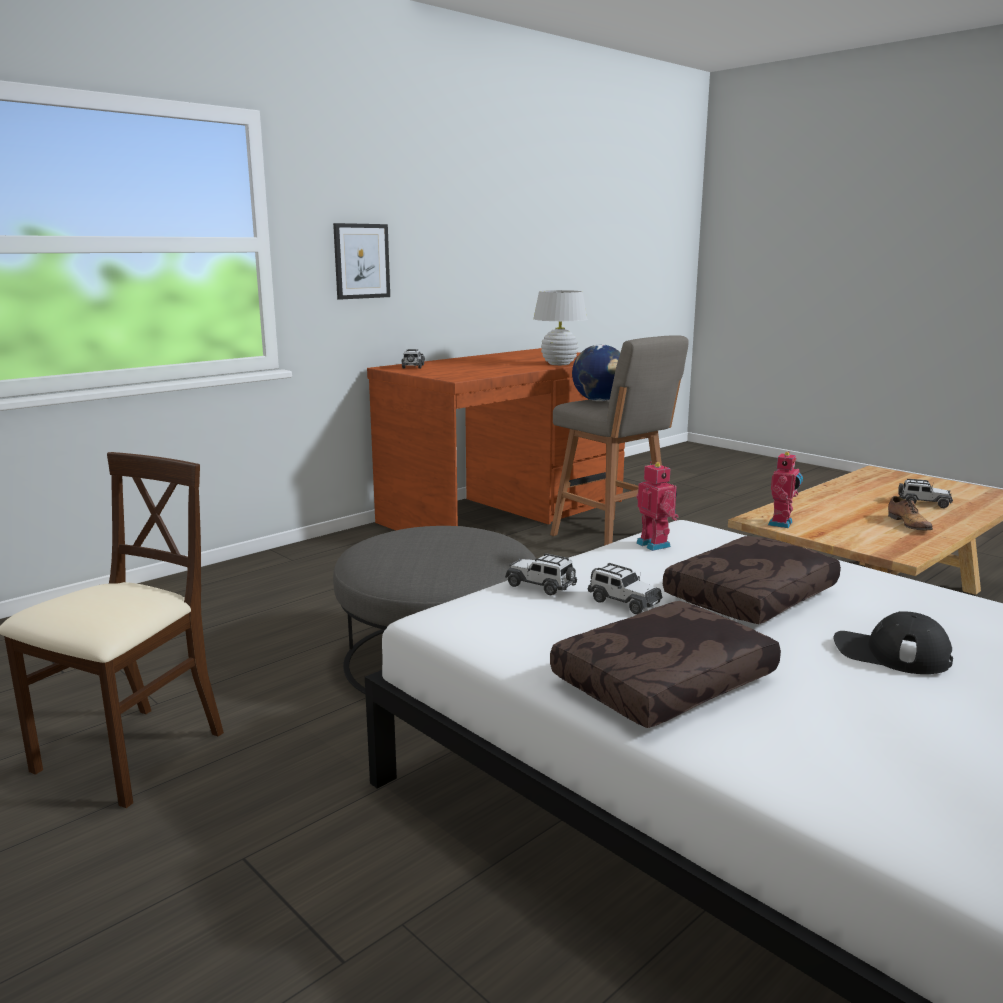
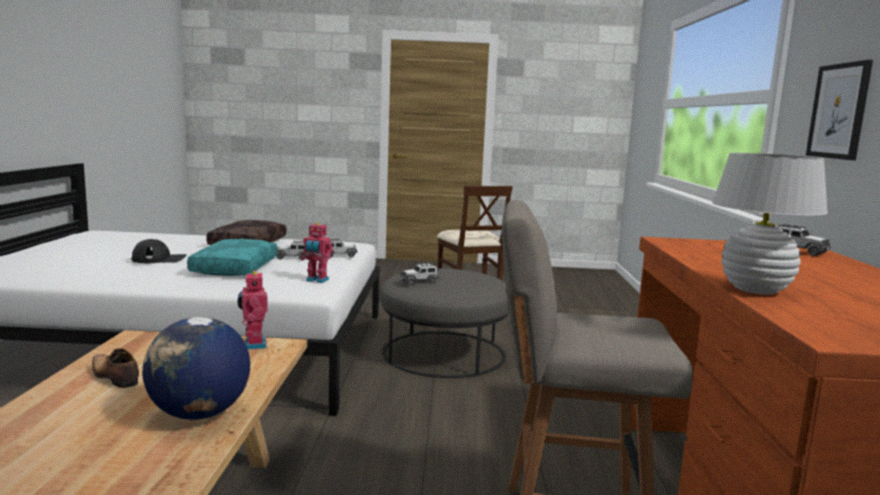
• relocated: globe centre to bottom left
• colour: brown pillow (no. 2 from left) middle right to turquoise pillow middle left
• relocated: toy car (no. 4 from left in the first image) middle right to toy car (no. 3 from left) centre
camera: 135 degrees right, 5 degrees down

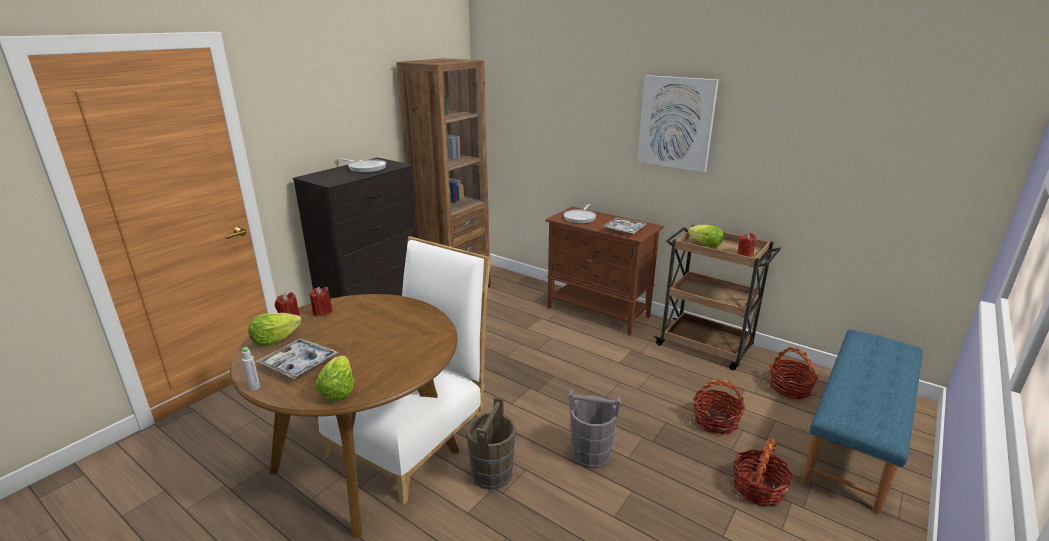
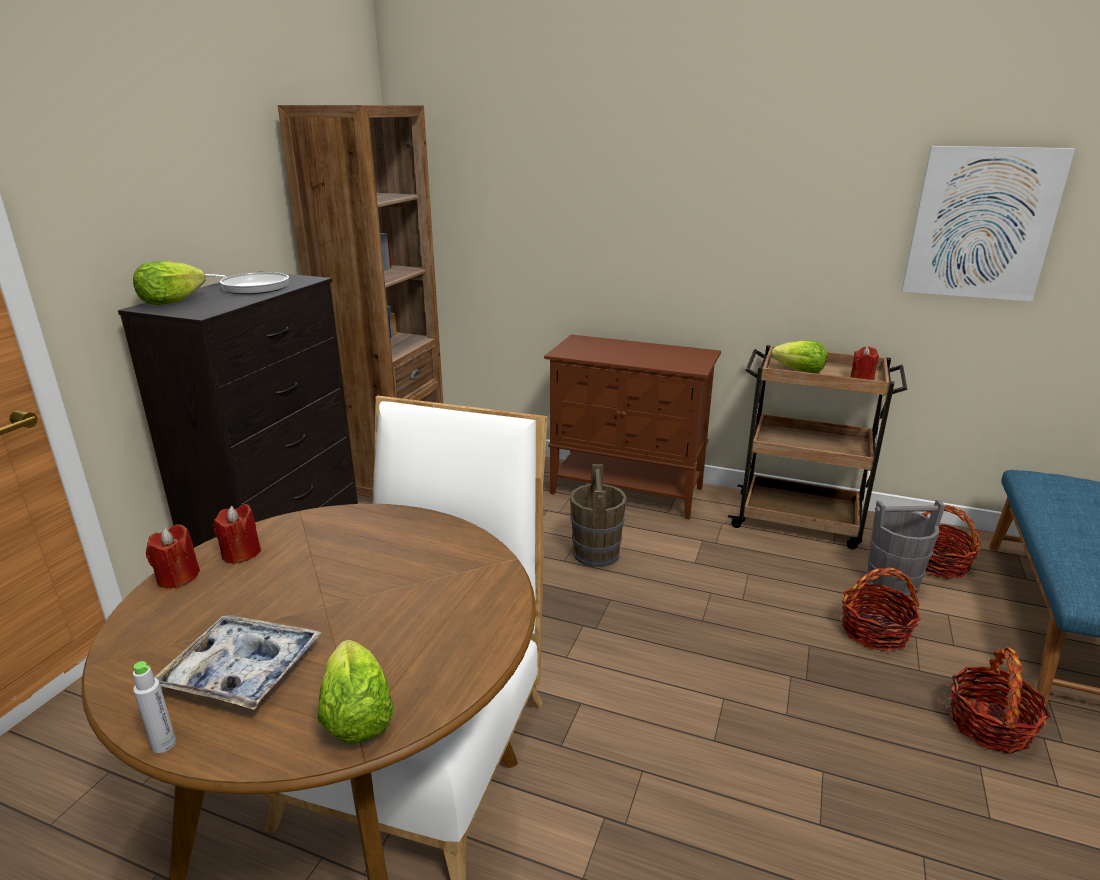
• relocated: lettuce (no. 1 from left) middle left to top left
• relocated: brown bucket bottom centre to centre
• relocated: grey bucket bottom centre to middle right
• relocated: picture top centre to top right
• missing: frying pan (no. 2 from left) centre
• missing: tray (no. 2 from left) centre
camera: 15 degrees left, 0 degrees up

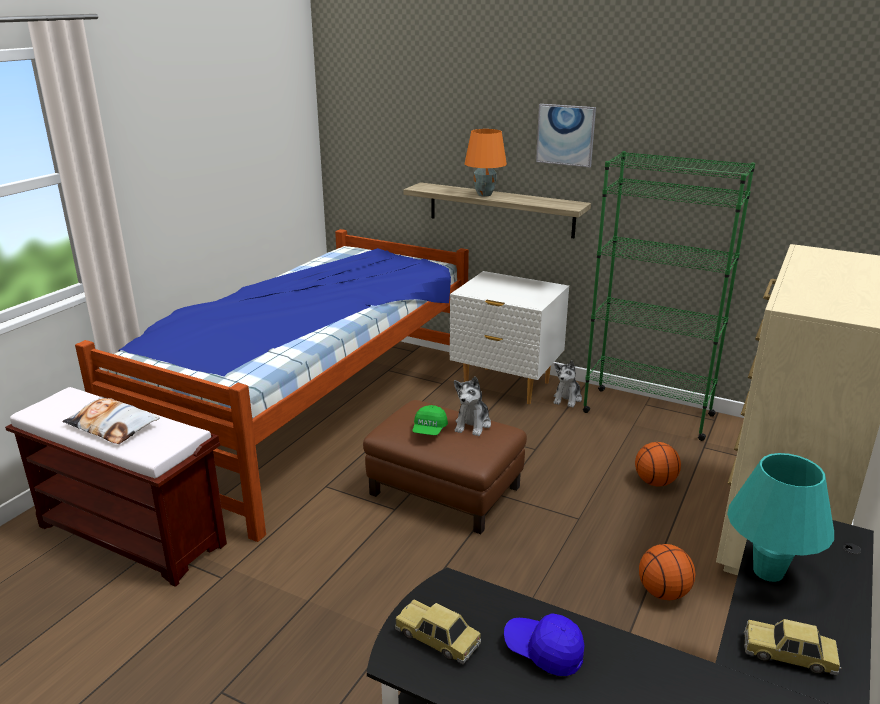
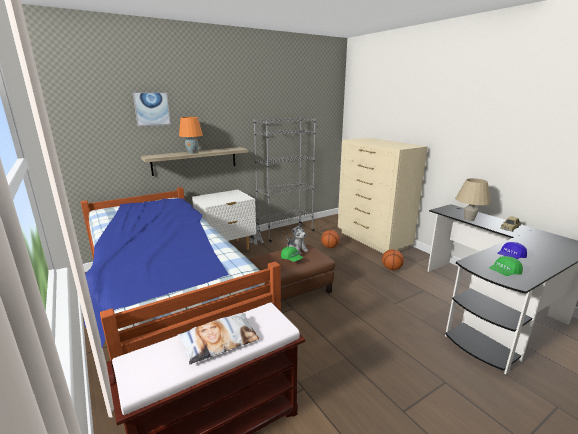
• relocated: picture top centre to top left
• colour: green bookcase middle right to grey bookcase centre
• colour: turquoise table lamp bottom right to beige table lamp middle right
• exchanged: toy car (no. 1 from left) bottom centre to green cap (no. 2 from left) middle right
camera: 60 degrees left, 5 degrees down

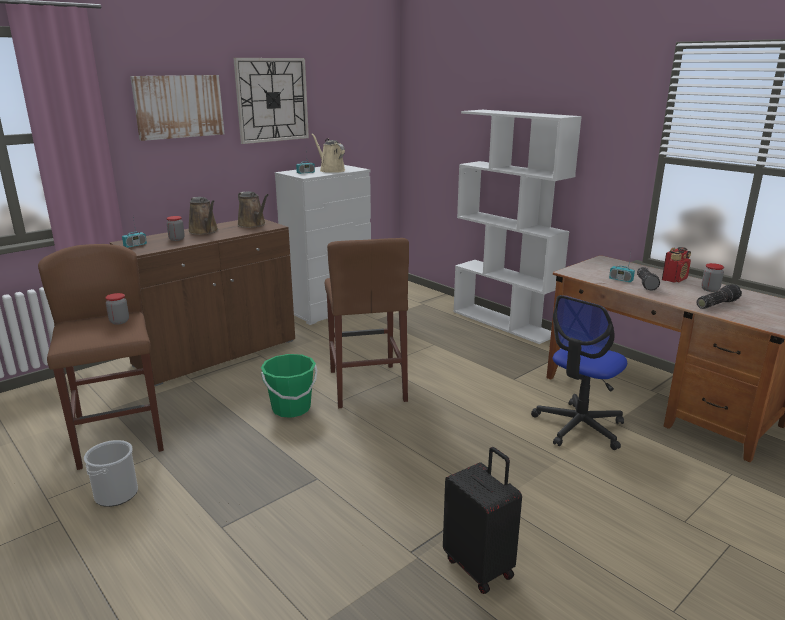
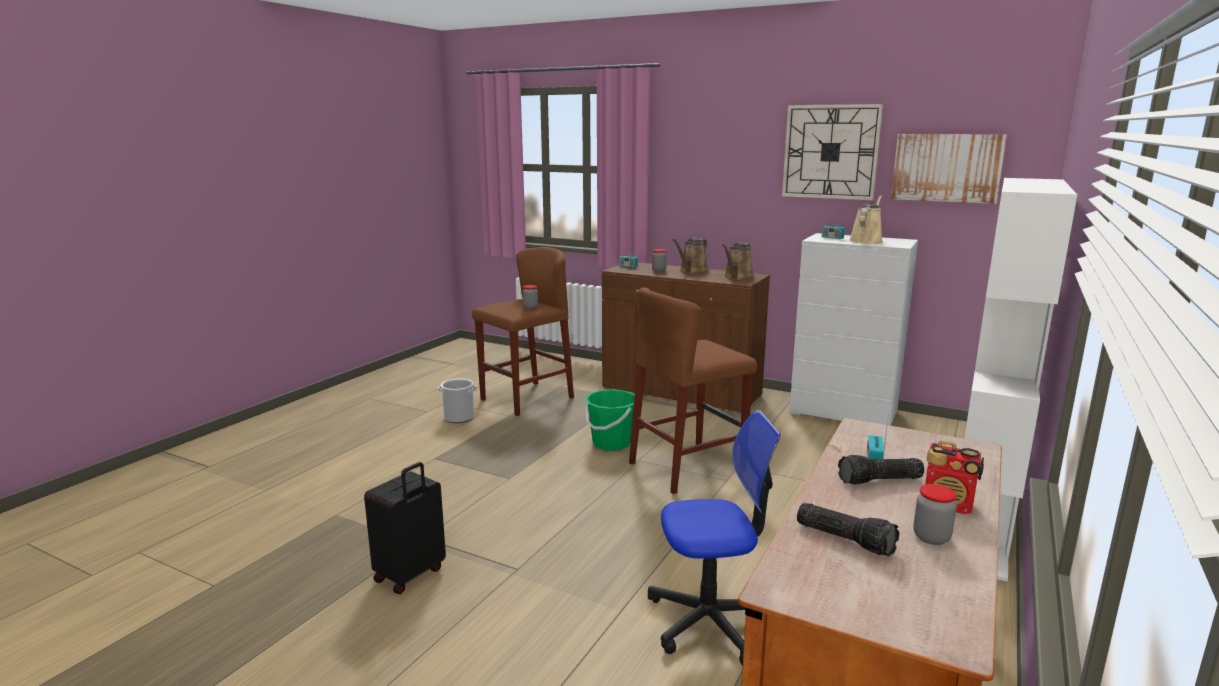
• spun: office chair middle right = bottom centre 150 degrees clockwise
• relocated: picture top left to top right
camera: 70 degrees right, 5 degrees down

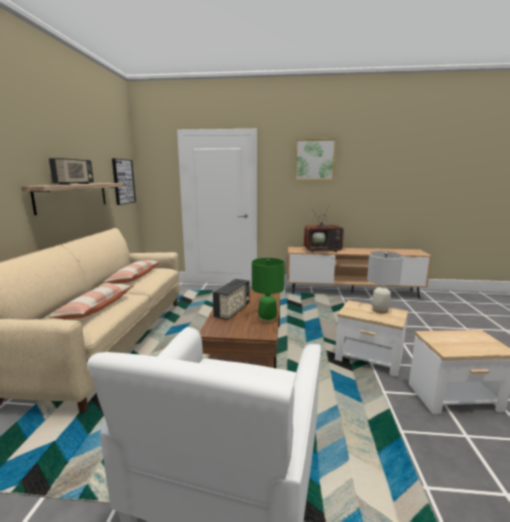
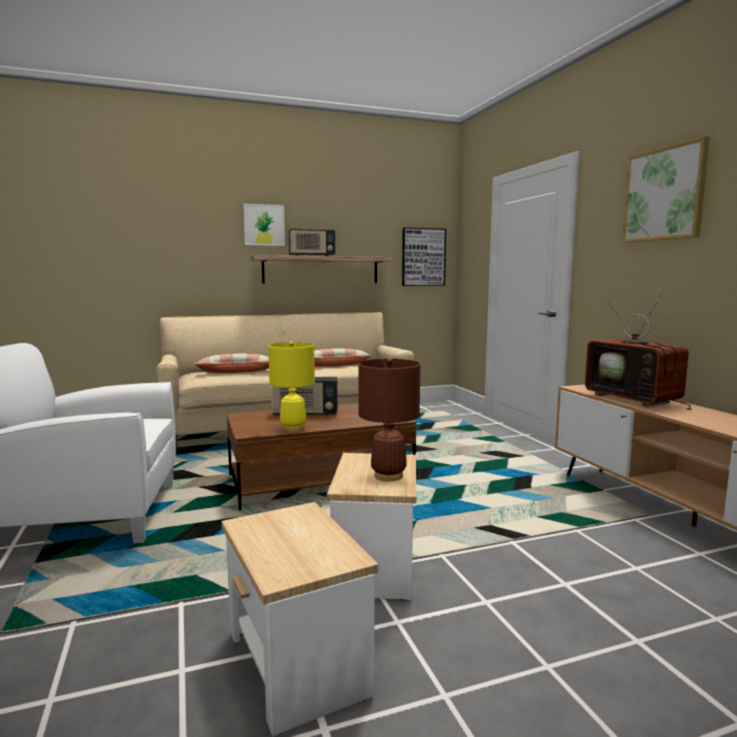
• appeared: picture (no. 1 from left) top centre
• colour: green table lamp centre to yellow table lamp centre
• colour: white table lamp middle right to brown table lamp centre
camera: 65 degrees right, 5 degrees down

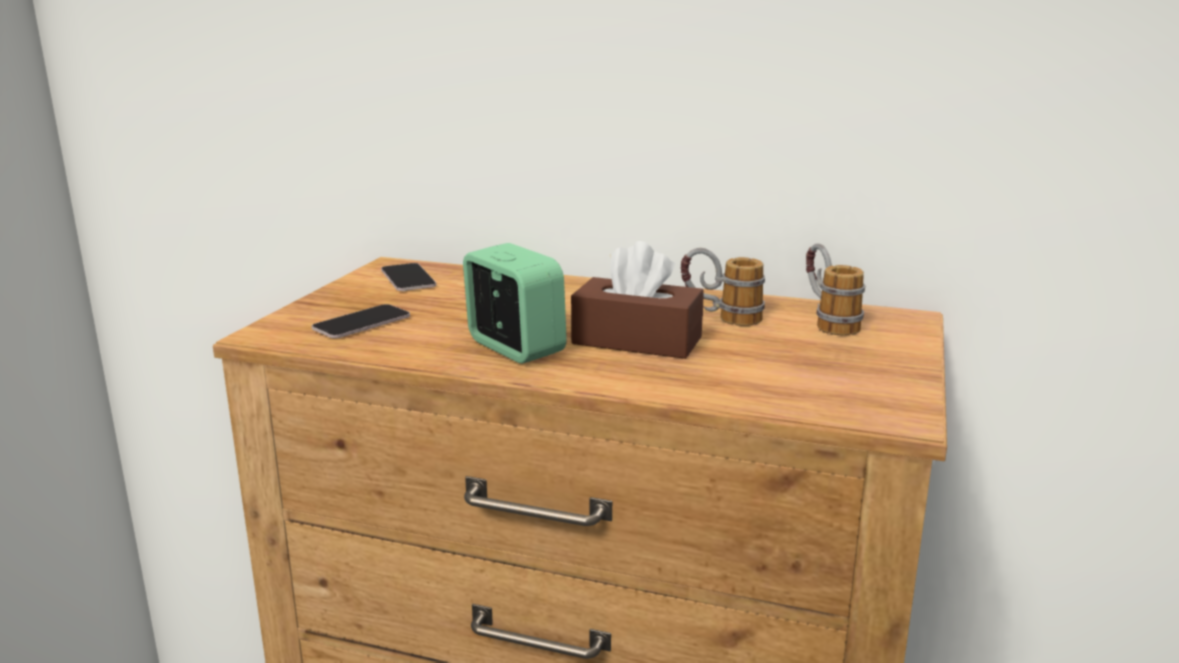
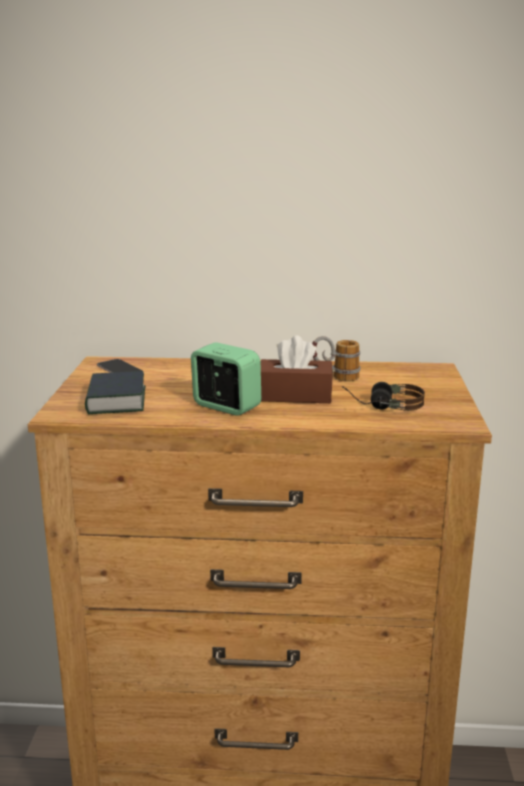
• exchanged: phone (no. 1 from left) middle left to book middle left
• appeared: headphones middle right
• missing: mug (no. 2 from left) middle right
camera: 15 degrees left, 0 degrees up

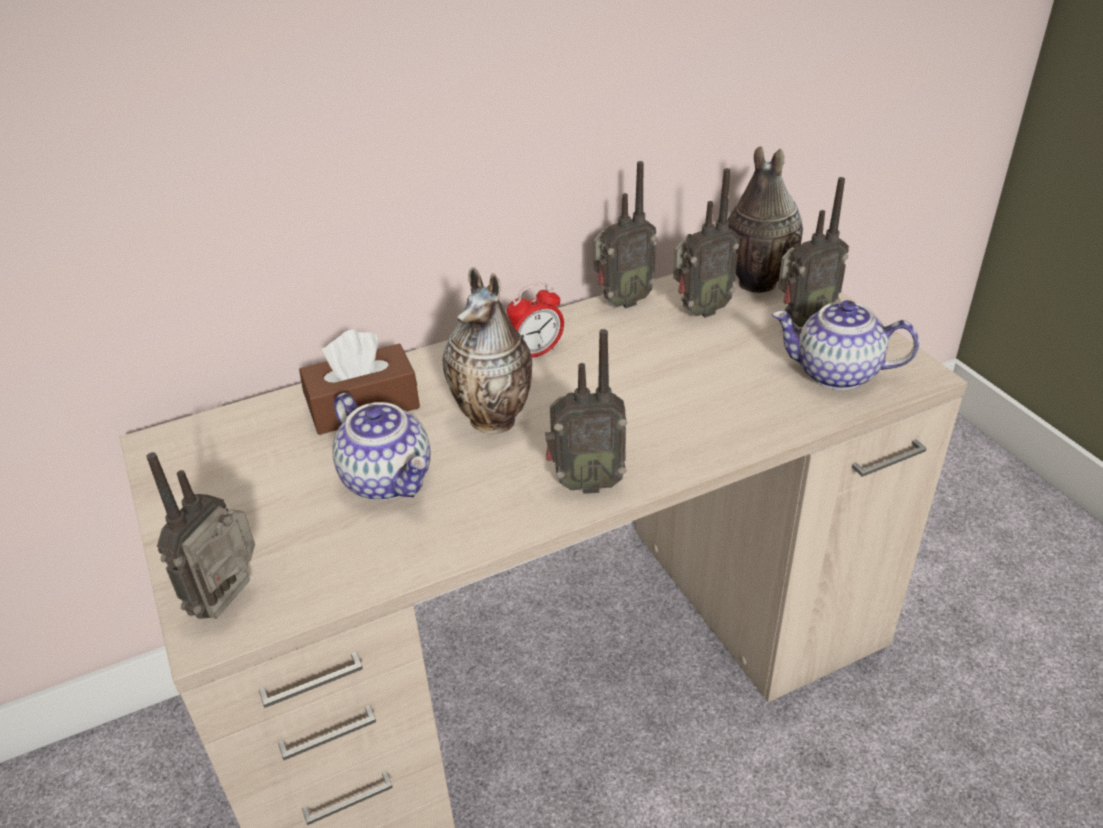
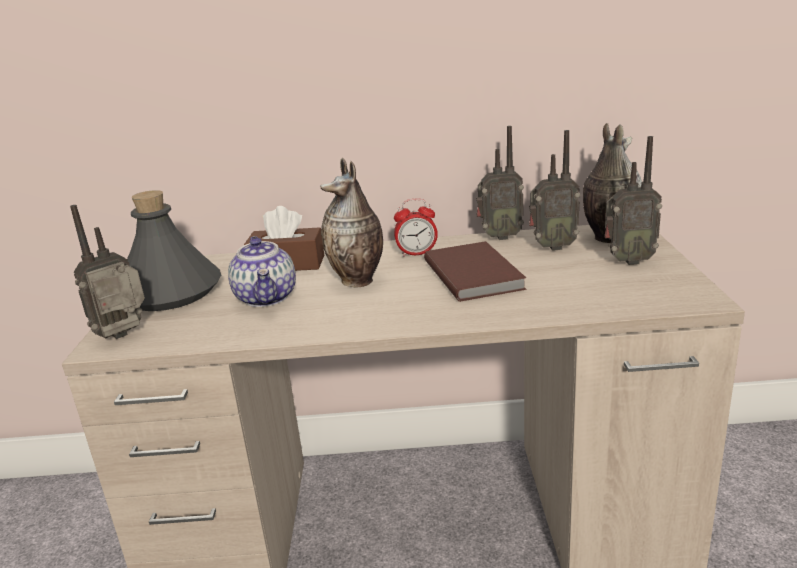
• appeared: grey bottle middle left
• appeared: brown book centre
• missing: radio (no. 2 from left) centre
• missing: teapot (no. 2 from left) middle right
camera: 25 degrees right, 15 degrees down

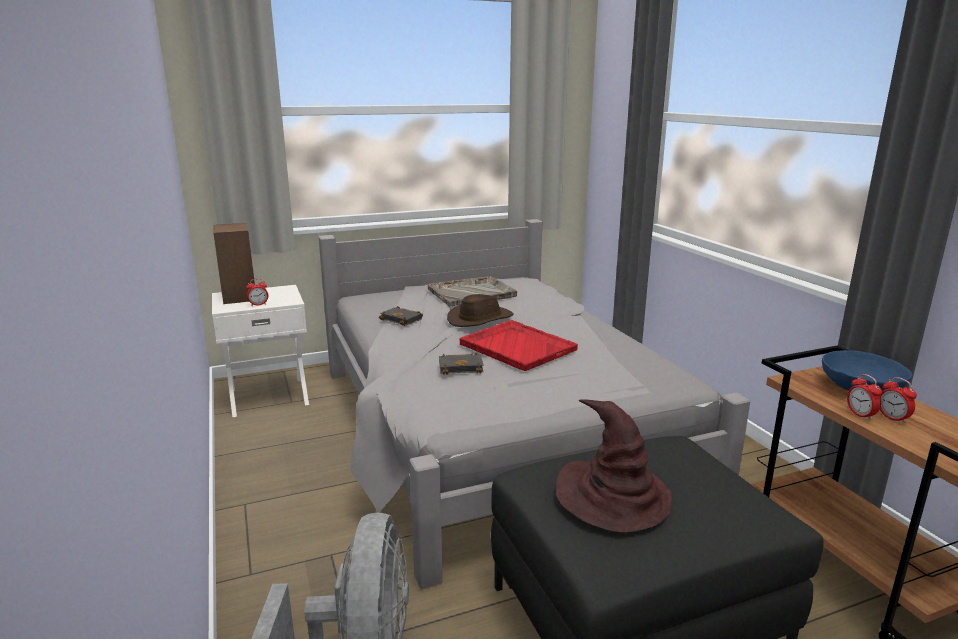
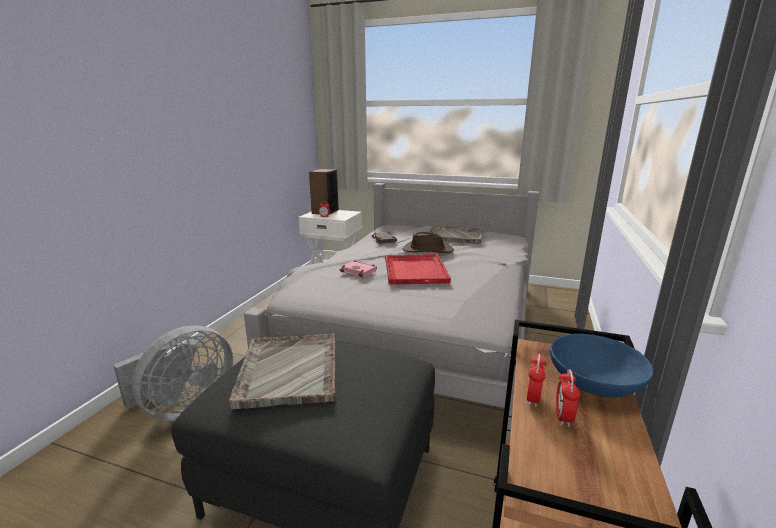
• exchanged: brown hat (no. 2 from left) bottom centre to grey tray (no. 1 from left) bottom centre
• colour: black book (no. 2 from left) centre to pink book centre
camera: 40 degrees right, 0 degrees up

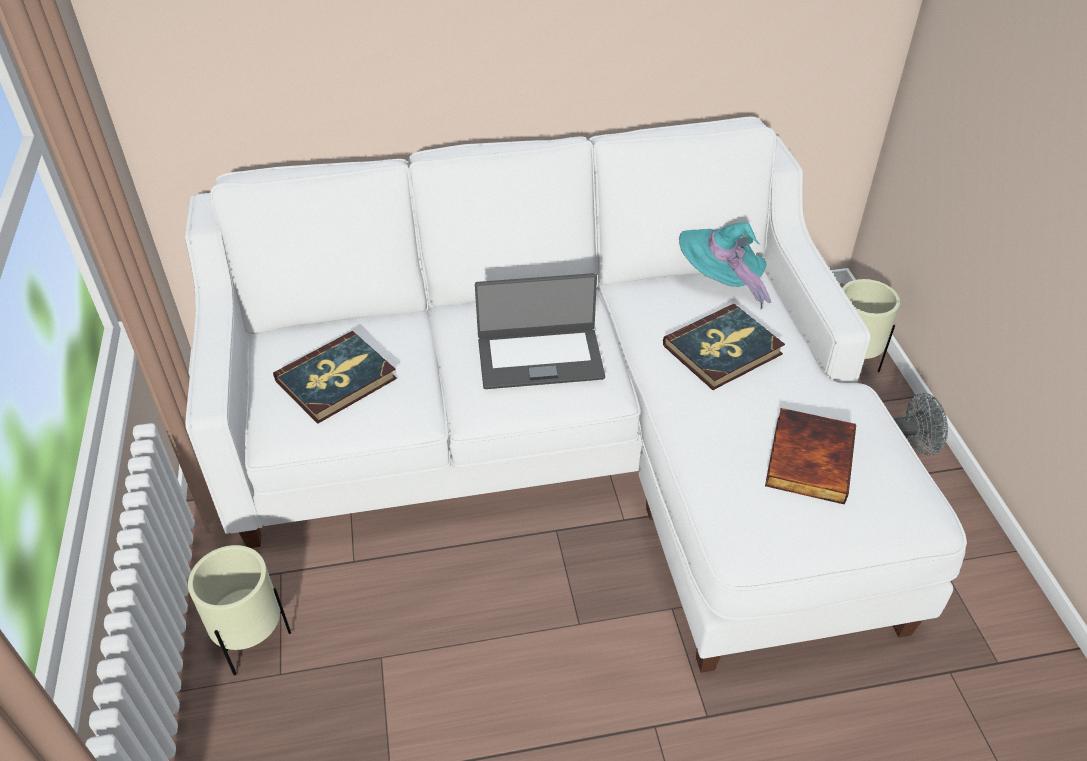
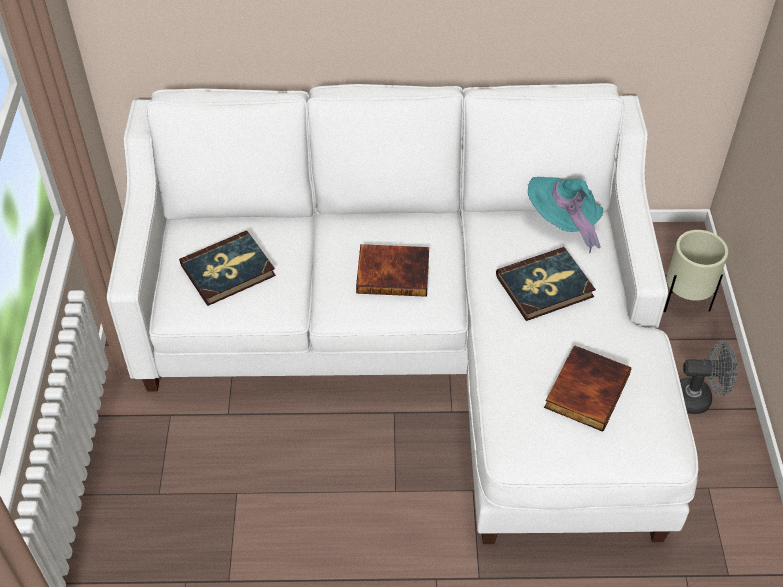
• exchanged: laptop centre to book (no. 2 from left) centre
• missing: beige planter (no. 1 from left) bottom left
camera: 10 degrees right, 5 degrees up

